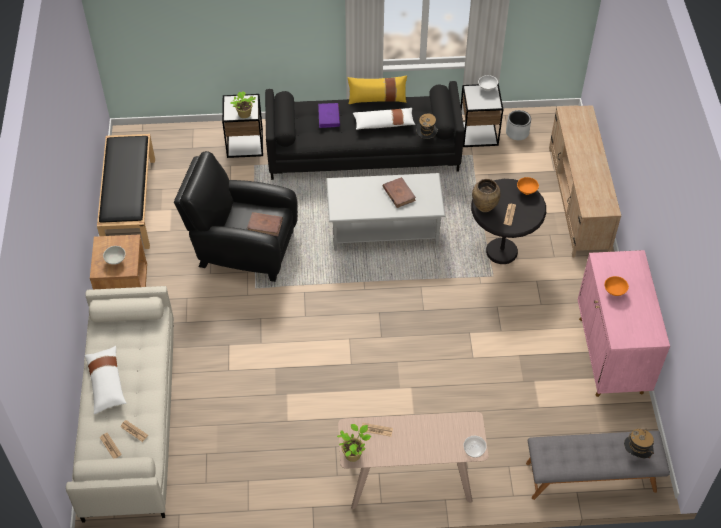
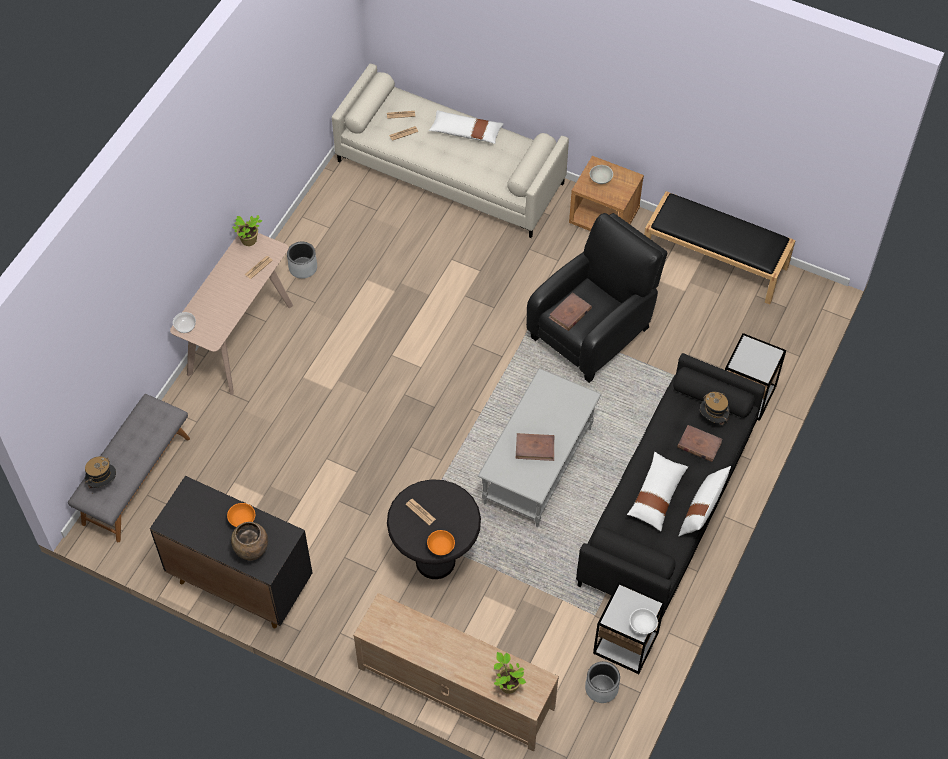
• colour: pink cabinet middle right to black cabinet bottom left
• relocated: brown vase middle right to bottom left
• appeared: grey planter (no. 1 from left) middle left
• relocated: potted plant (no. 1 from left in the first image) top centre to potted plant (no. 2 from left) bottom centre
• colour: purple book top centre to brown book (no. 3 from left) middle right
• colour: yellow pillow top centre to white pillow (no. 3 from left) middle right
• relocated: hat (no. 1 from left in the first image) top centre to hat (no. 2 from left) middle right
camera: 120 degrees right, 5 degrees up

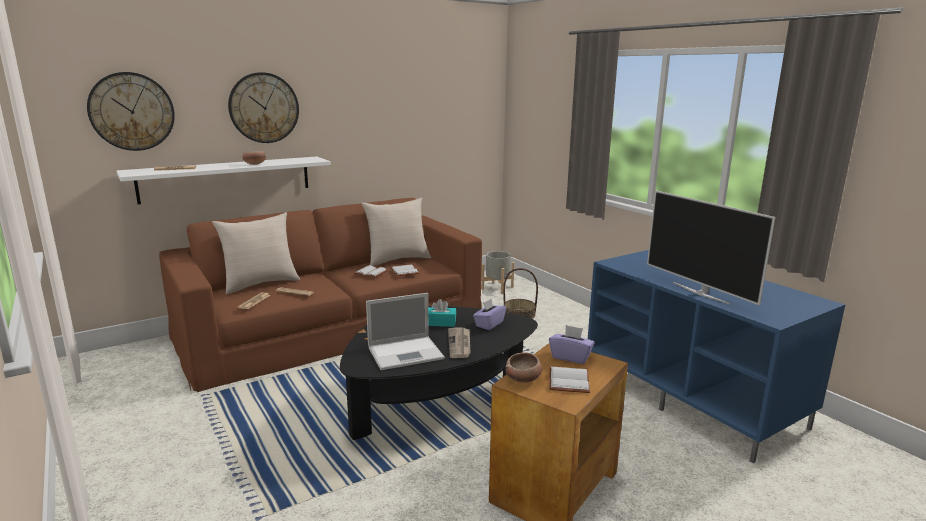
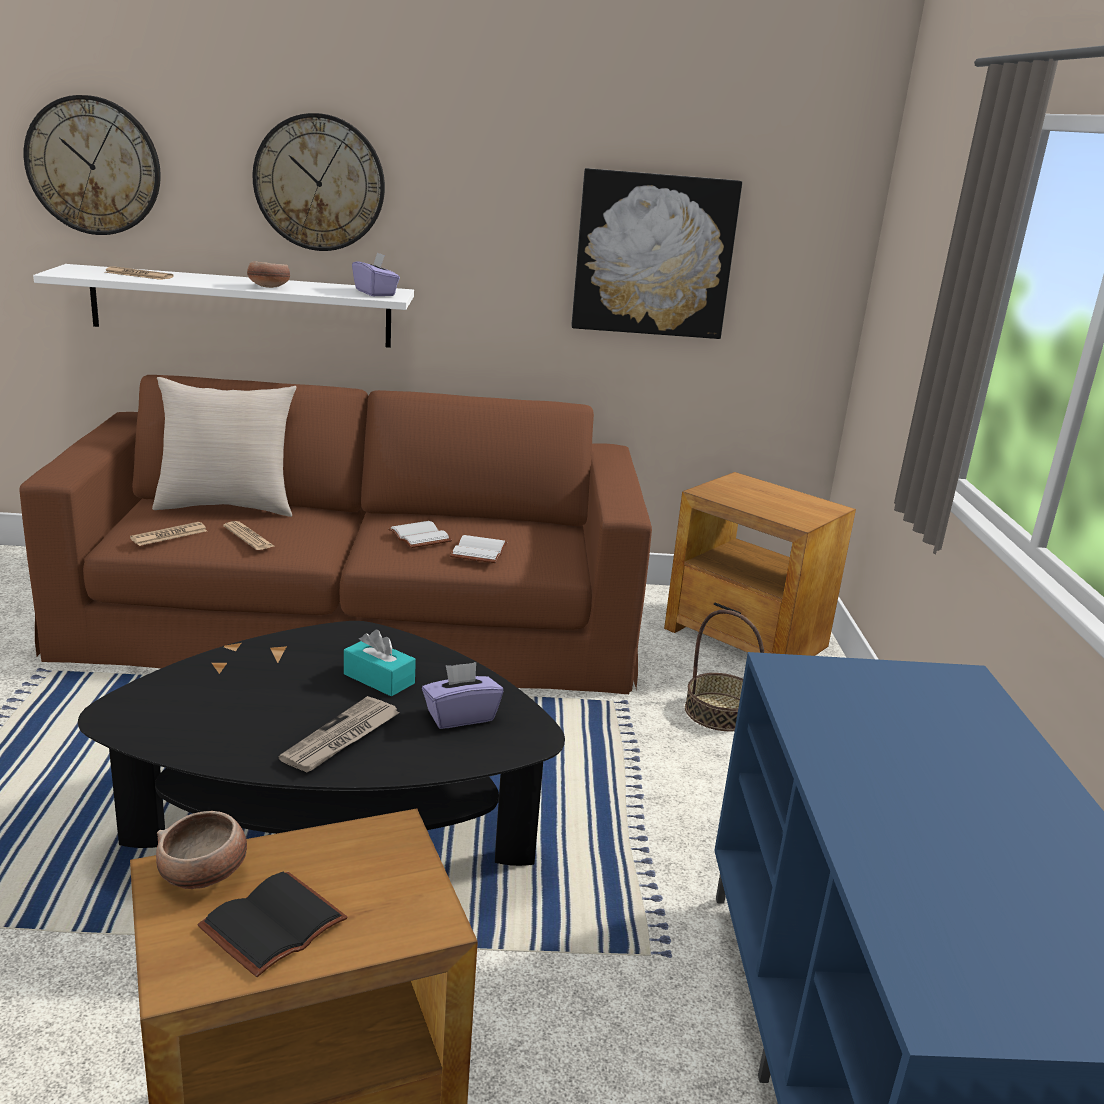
• colour: white book (no. 3 from left) bottom centre to black book bottom left
• relocated: purple tissue box (no. 2 from left in the first image) centre to purple tissue box (no. 1 from left) top centre
• appeared: picture top centre
• exchanged: grey planter centre to brown side table (no. 2 from left) middle right
• missing: beige pillow (no. 2 from left) centre
• missing: laptop centre
• missing: television middle right
camera: 30 degrees right, 5 degrees up

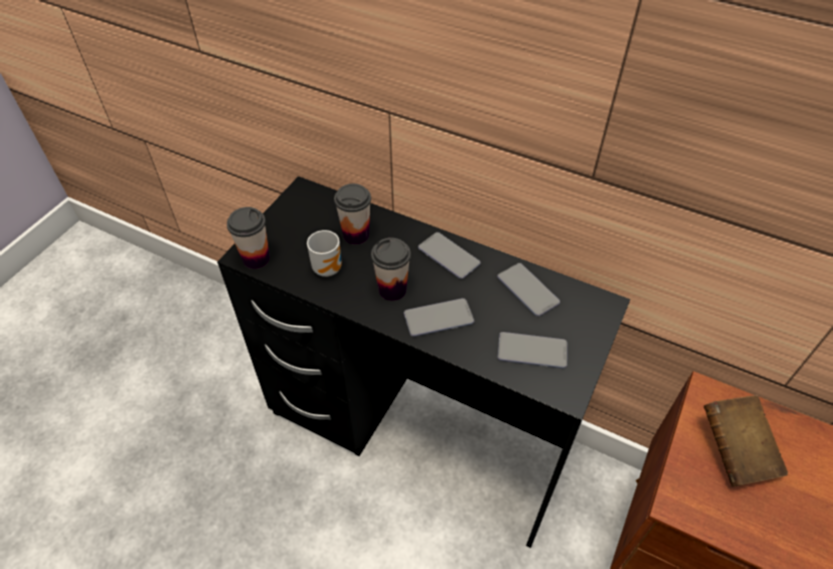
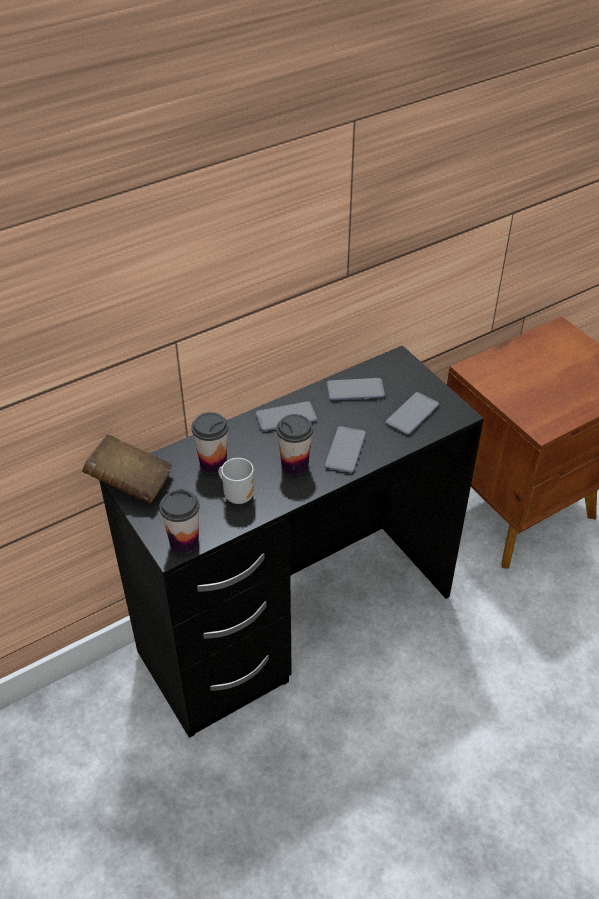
• relocated: brown book bottom right to middle left
camera: 60 degrees left, 5 degrees down

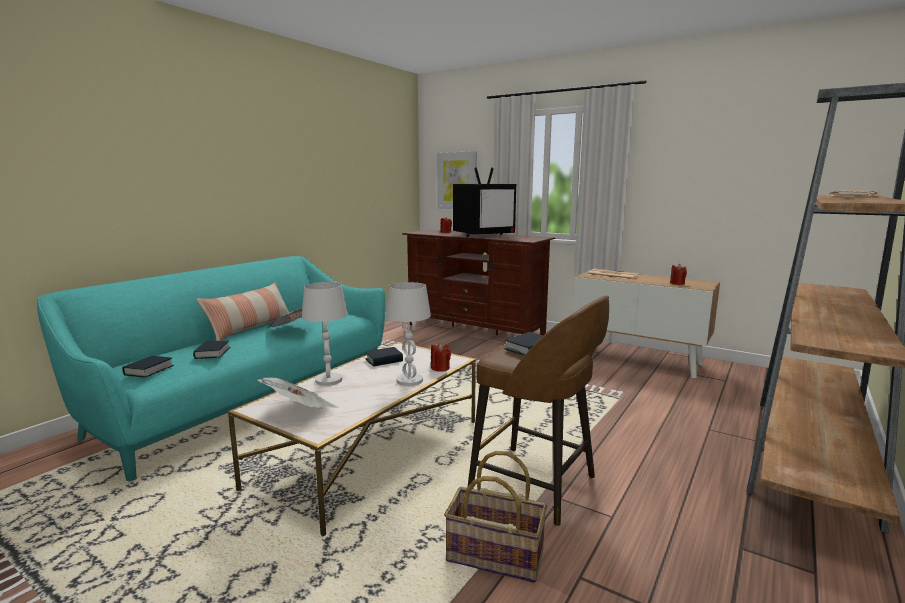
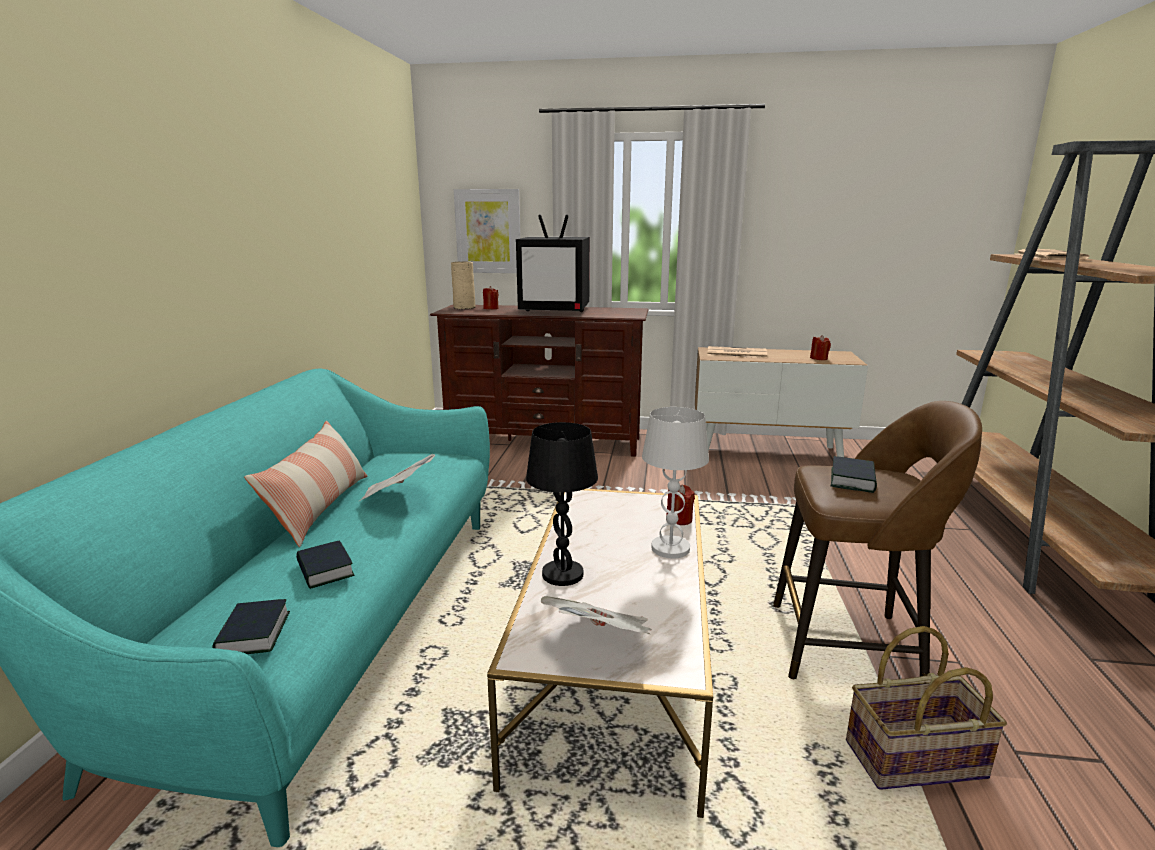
• appeared: beige vase centre
• spun: television centre = top centre 60 degrees clockwise
• colour: white table lamp (no. 1 from left) centre to black table lamp centre
• missing: book (no. 3 from left) centre
camera: 25 degrees left, 5 degrees up

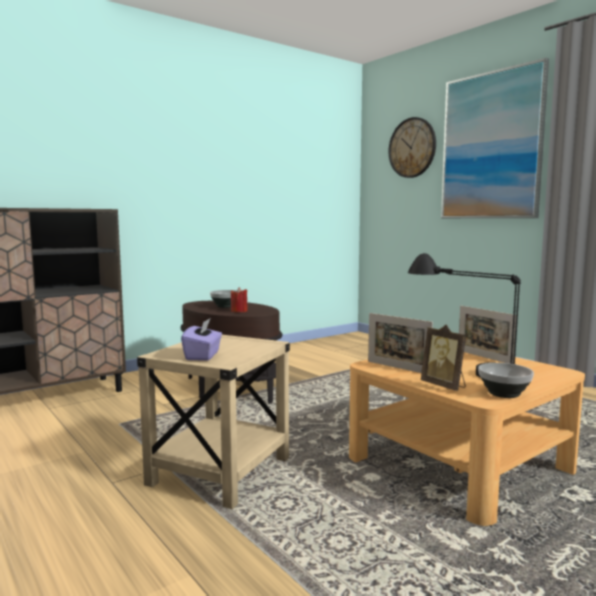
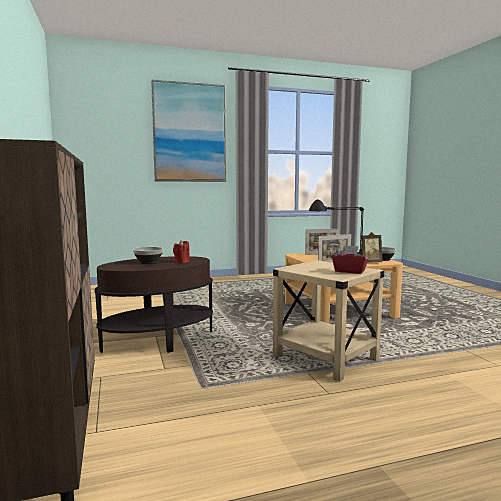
• colour: purple tissue box centre to red tissue box middle right
• missing: wall clock top right
camera: 70 degrees left, 0 degrees up

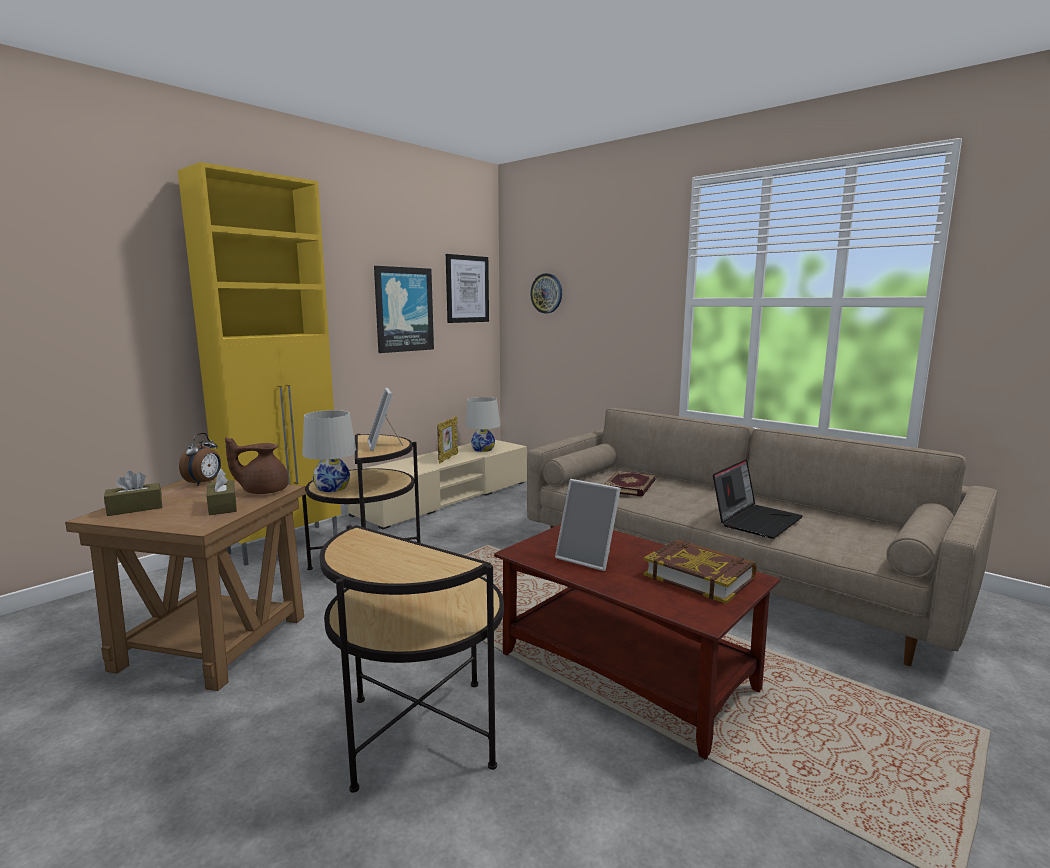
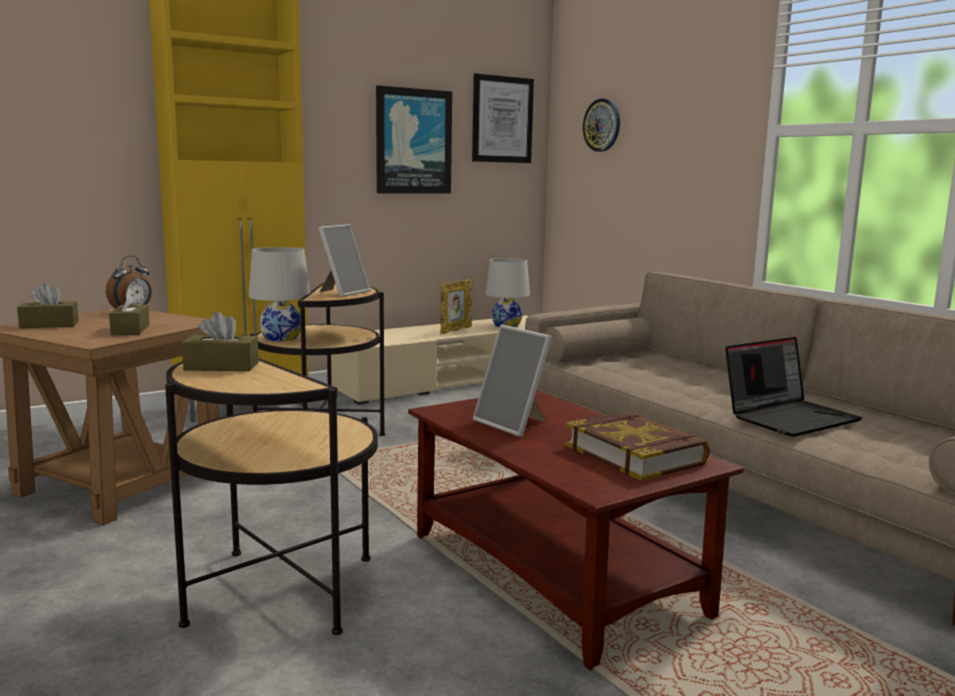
• appeared: brown tissue box (no. 3 from left) middle left
• spun: picture frame (no. 1 from left) centre = centre 150 degrees counterclockwise
• missing: brown teapot middle left
• missing: book (no. 1 from left) centre
camera: 15 degrees right, 0 degrees up

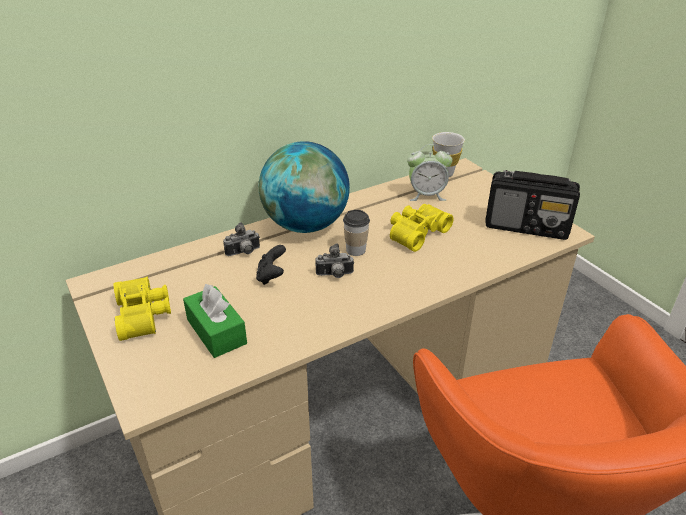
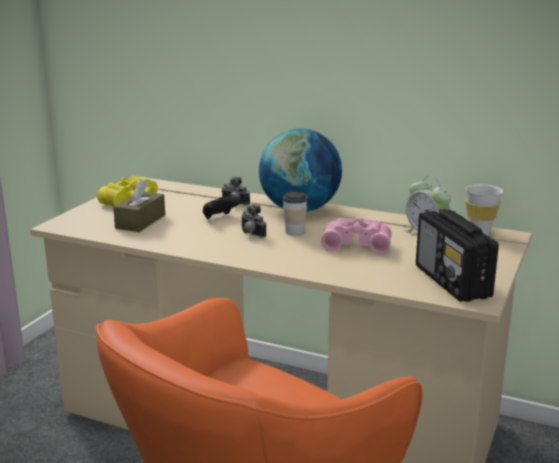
• colour: green tissue box middle left to brown tissue box middle left
• colour: yellow binoculars (no. 2 from left) centre to pink binoculars centre
camera: 55 degrees right, 15 degrees down

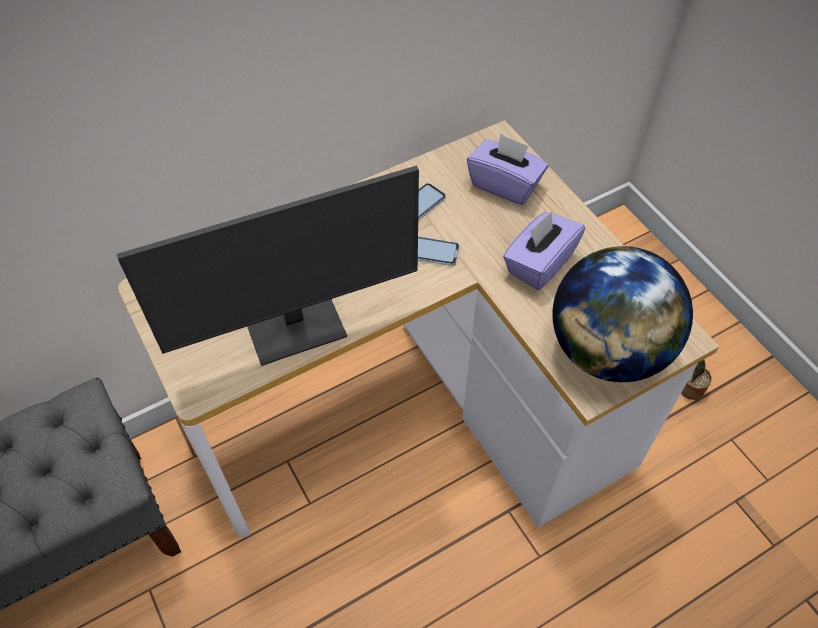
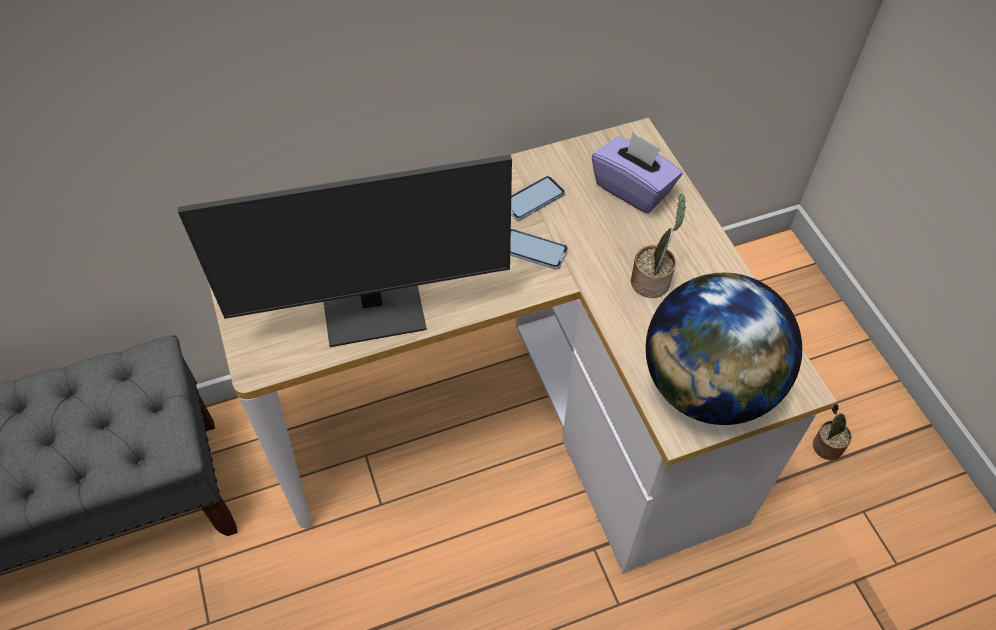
• exchanged: purple tissue box (no. 2 from left) centre to potted plant (no. 1 from left) centre
camera: 10 degrees right, 0 degrees up

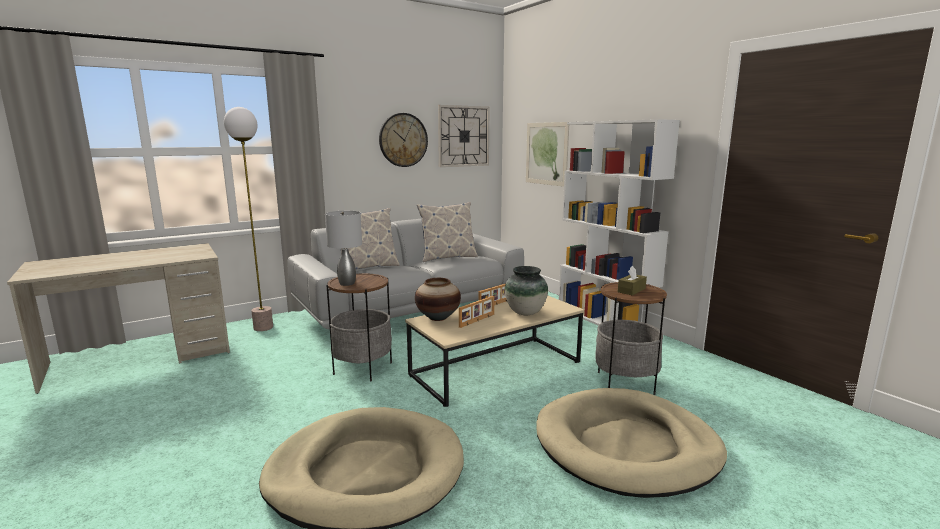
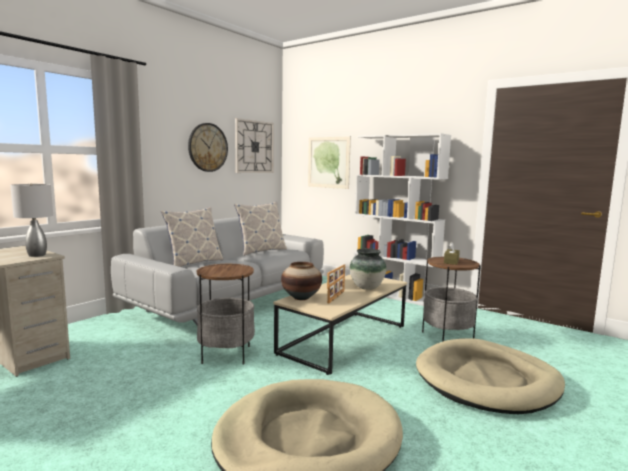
• relocated: grey table lamp centre to middle left
• missing: floor lamp middle left
camera: 20 degrees left, 5 degrees down

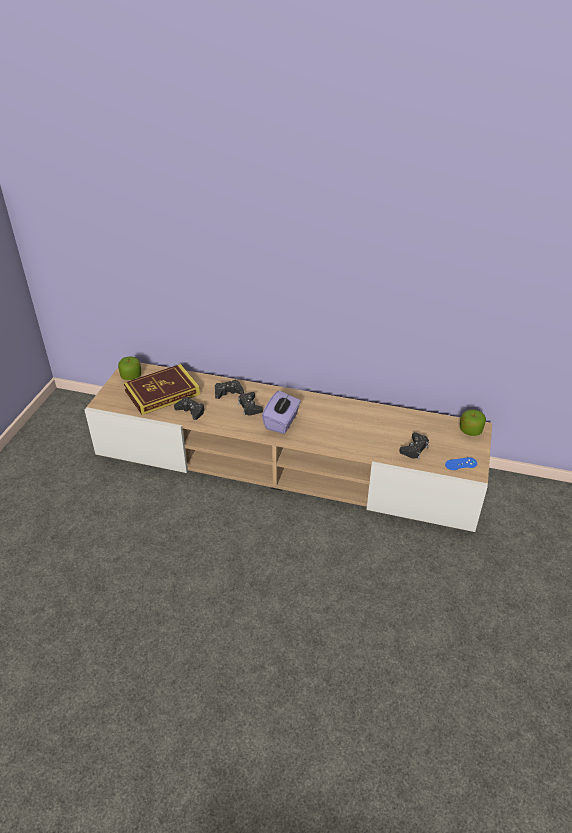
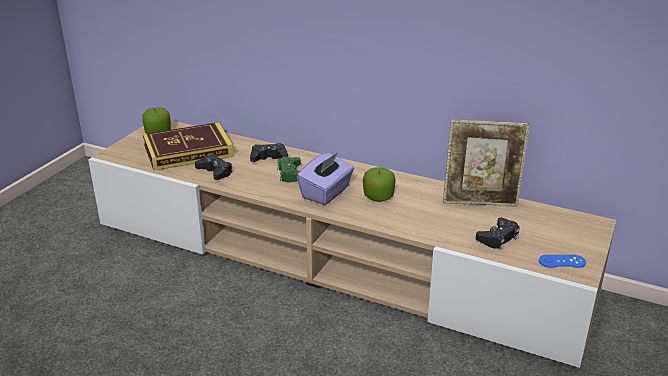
• colour: black game controller (no. 3 from left) centre to green game controller centre
• relocated: apple (no. 2 from left) middle right to centre
• appeared: picture frame middle right
camera: 10 degrees right, 10 degrees down

